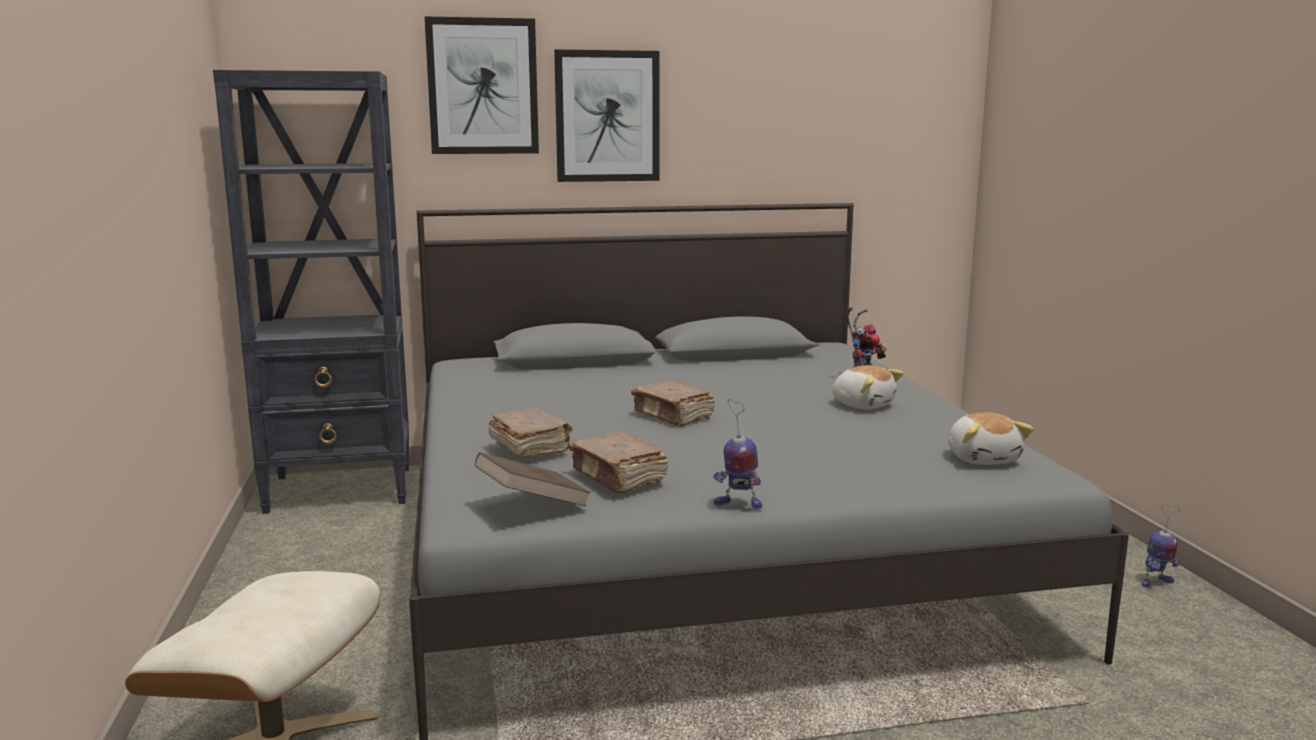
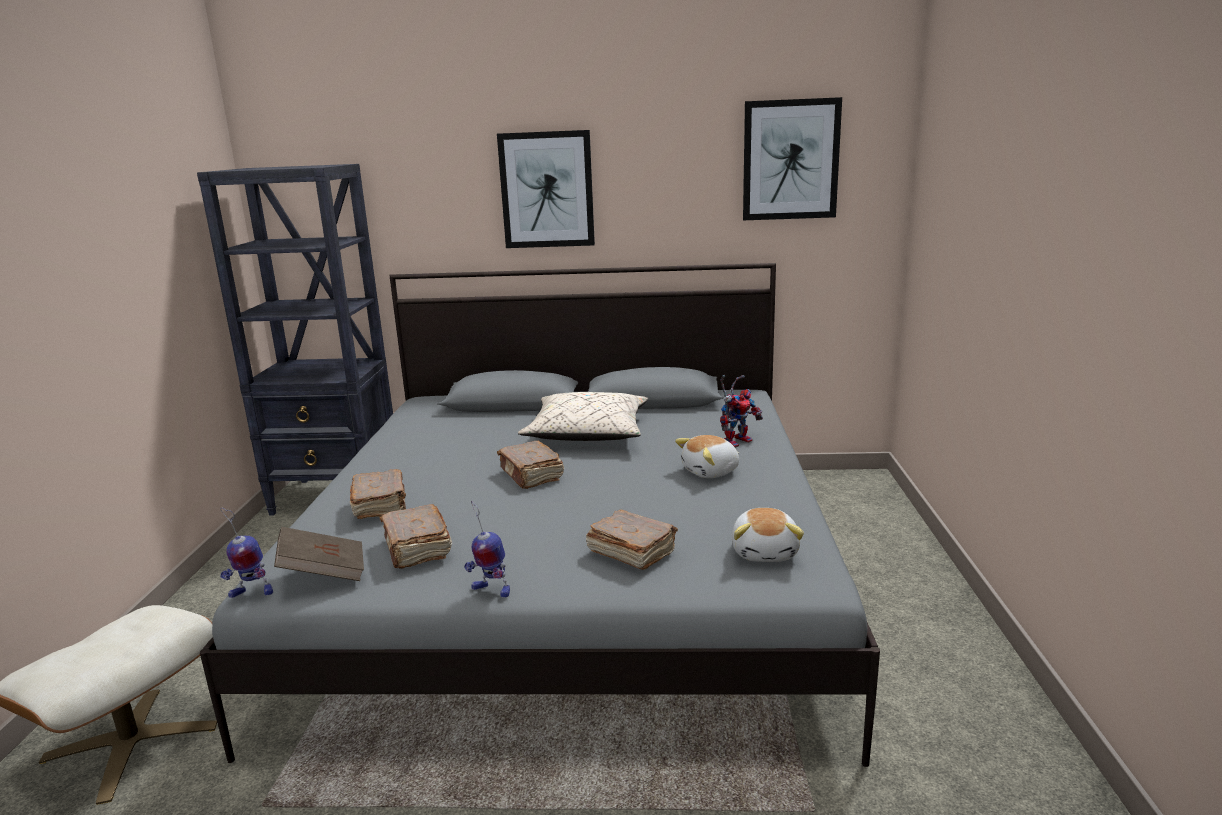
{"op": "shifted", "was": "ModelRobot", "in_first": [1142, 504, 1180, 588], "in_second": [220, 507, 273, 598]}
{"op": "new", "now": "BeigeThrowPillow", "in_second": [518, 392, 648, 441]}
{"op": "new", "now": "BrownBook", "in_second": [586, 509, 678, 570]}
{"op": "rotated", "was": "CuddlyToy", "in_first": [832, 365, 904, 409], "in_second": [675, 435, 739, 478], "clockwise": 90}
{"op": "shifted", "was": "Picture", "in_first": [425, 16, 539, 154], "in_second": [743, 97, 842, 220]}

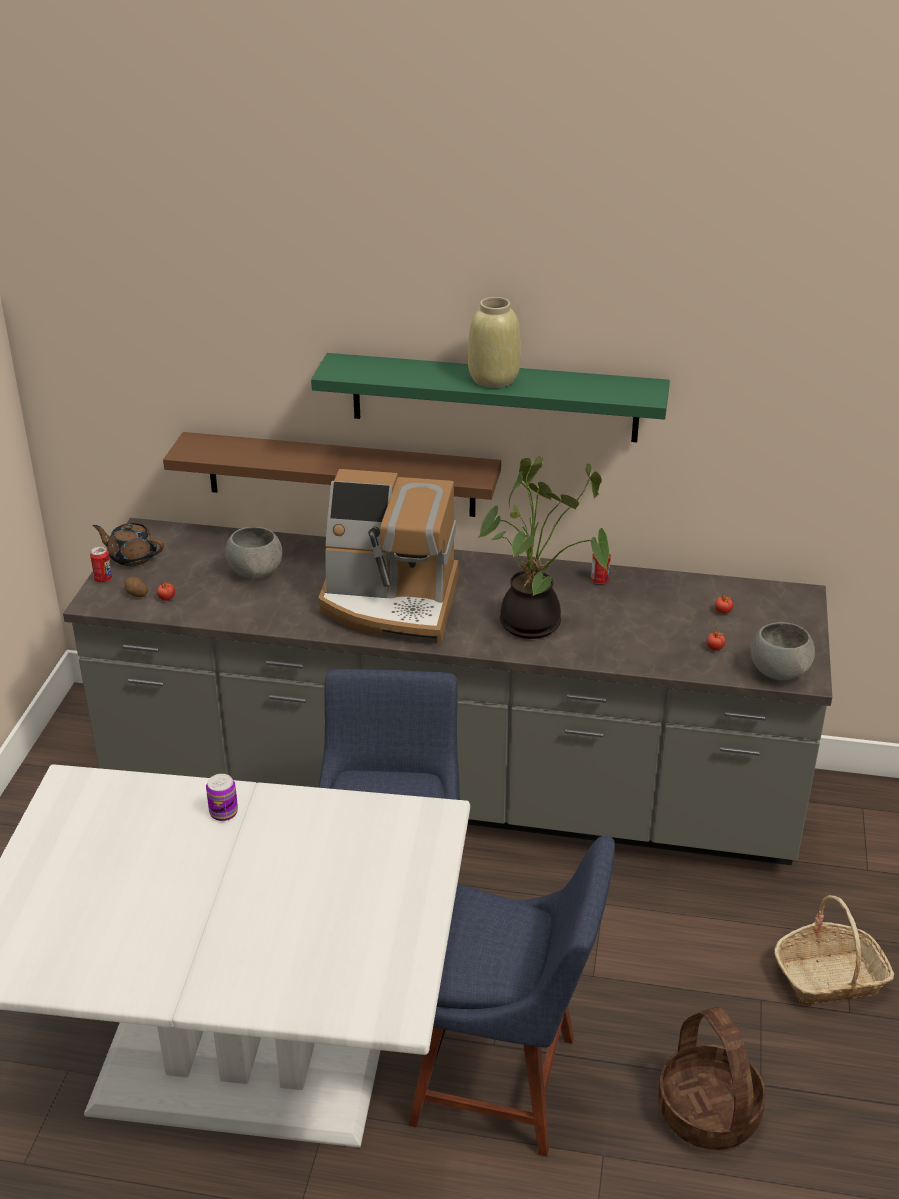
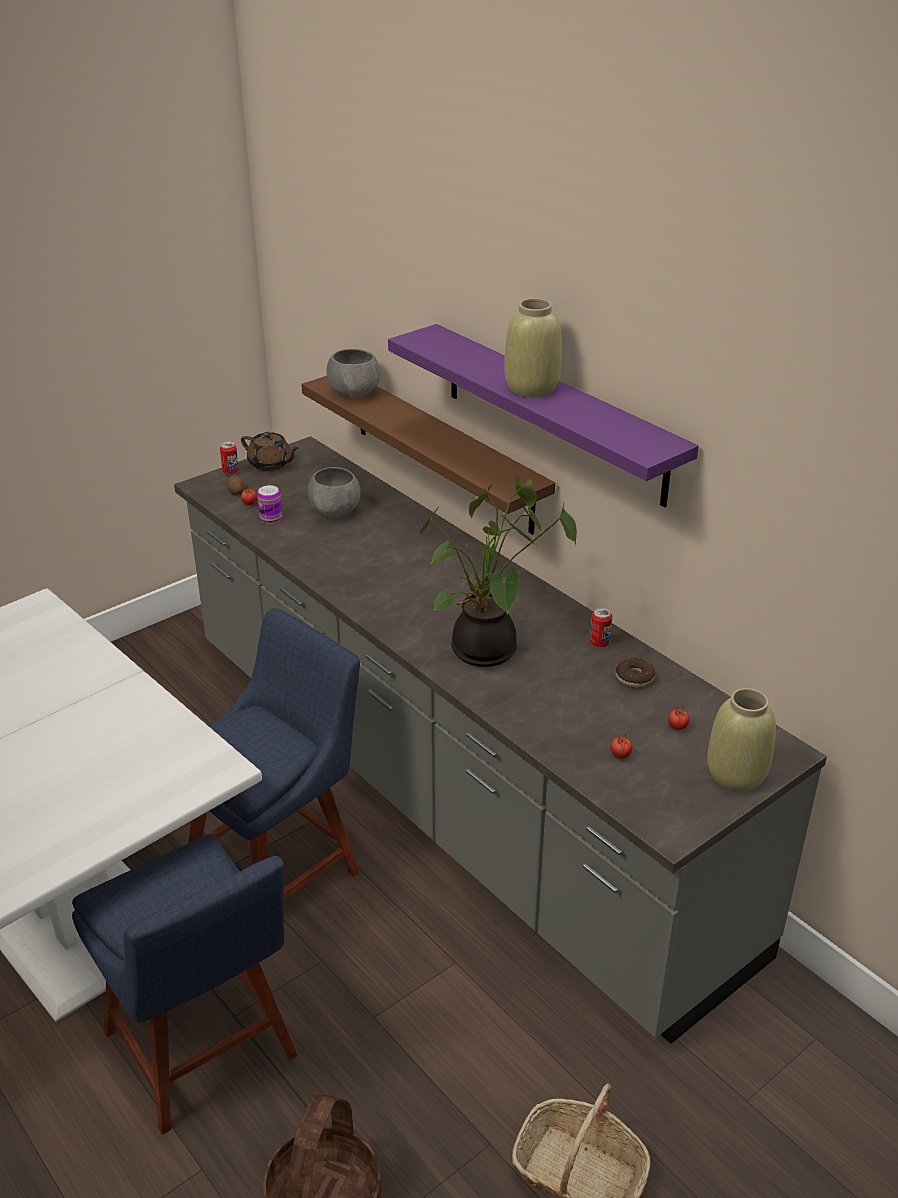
{"op": "rotated", "was": "BrownTeapot", "in_first": [93, 523, 164, 566], "in_second": [241, 432, 299, 471], "clockwise": 150}
{"op": "shifted", "was": "SealedCan", "in_first": [206, 774, 238, 821], "in_second": [257, 485, 282, 524]}
{"op": "shifted", "was": "GrayServingBowl", "in_first": [751, 622, 815, 680], "in_second": [326, 349, 380, 397]}
{"op": "repainted", "was": "GreenishWallShelf", "now": "PurpleColouredWallShelf", "in_first": [311, 353, 670, 442], "in_second": [388, 324, 699, 507]}
{"op": "new", "now": "RingDoughnut", "in_second": [616, 658, 655, 687]}
{"op": "new", "now": "BeigeVase", "in_second": [707, 688, 776, 791]}
{"op": "gone", "was": "CoffeeBrewer", "in_first": [318, 469, 458, 644]}

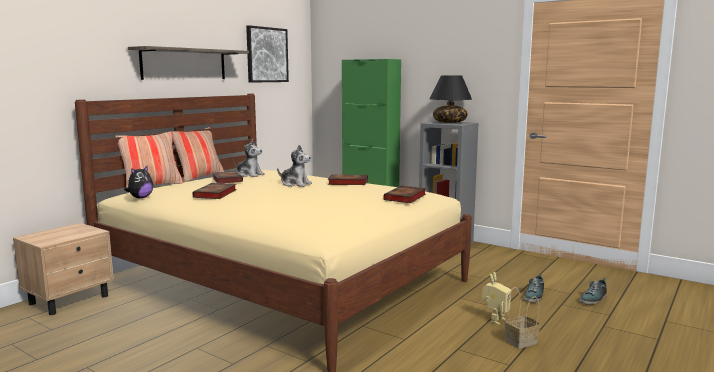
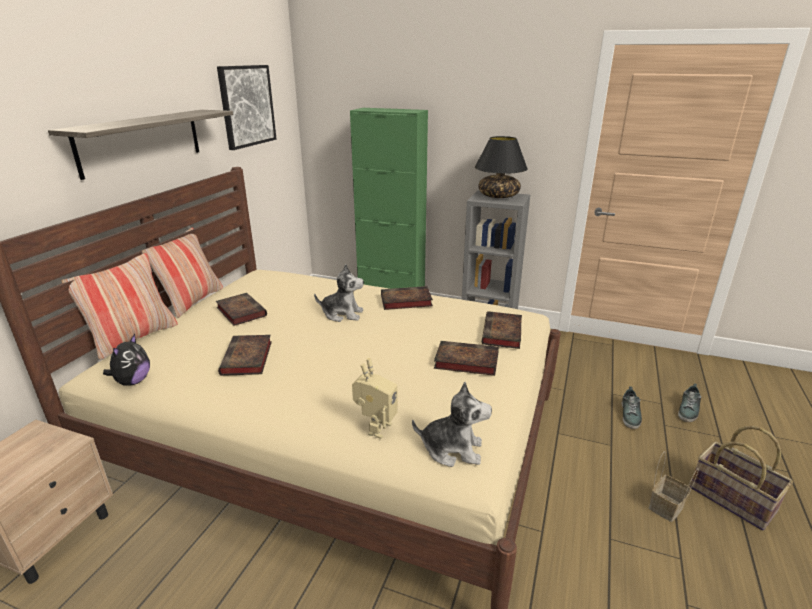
{"op": "shifted", "was": "ModelRobot", "in_first": [482, 272, 511, 325], "in_second": [352, 358, 398, 439]}
{"op": "shifted", "was": "CuddlyToy", "in_first": [234, 139, 265, 177], "in_second": [412, 382, 492, 467]}
{"op": "new", "now": "Book", "in_second": [434, 341, 499, 376]}
{"op": "new", "now": "Basket", "in_second": [690, 426, 793, 531]}

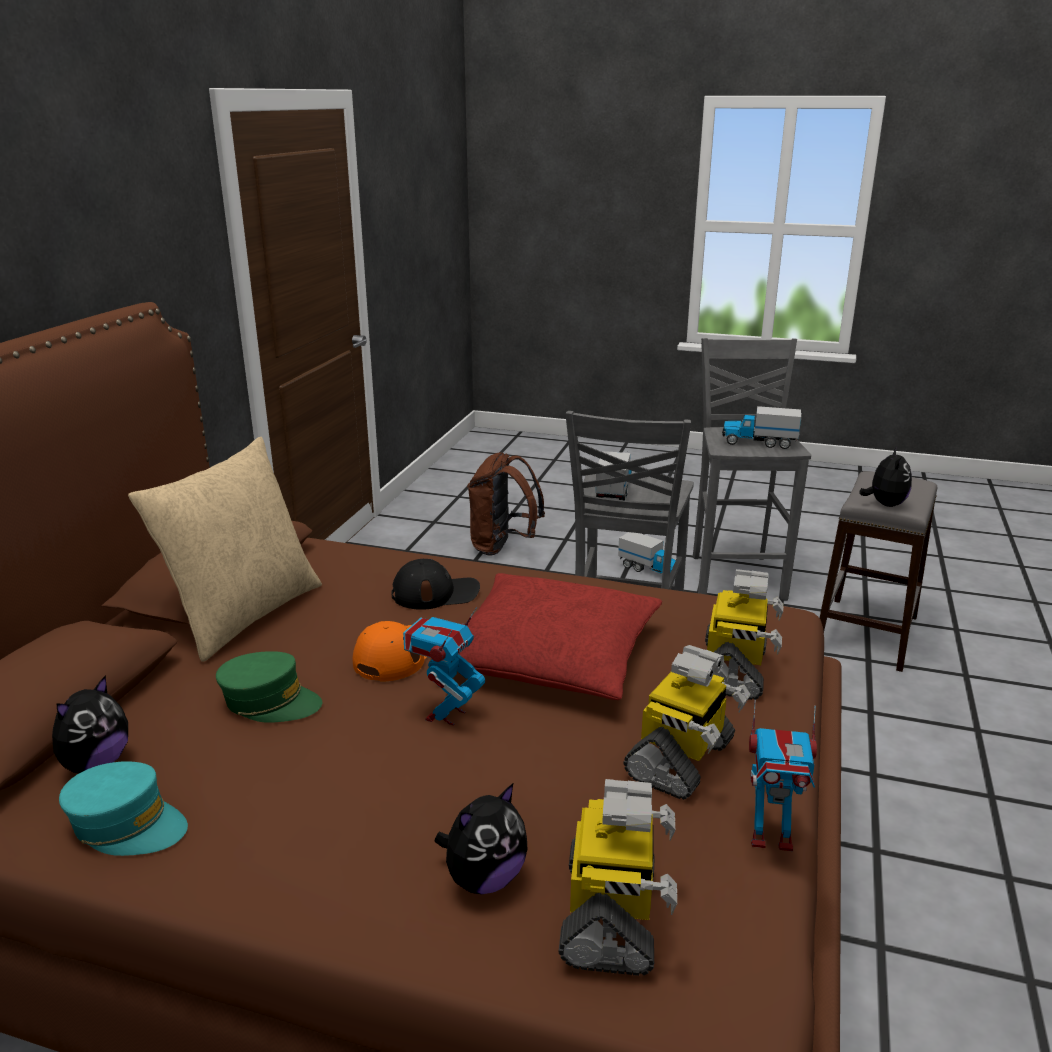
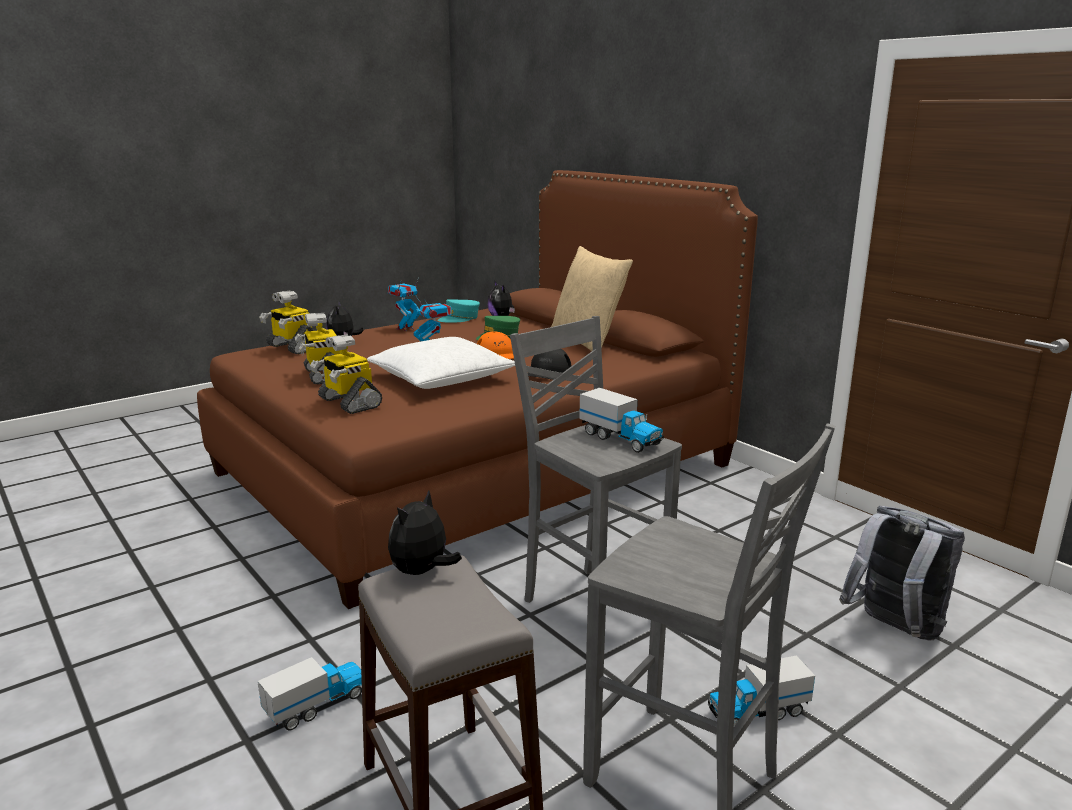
{"op": "shifted", "was": "ToyLorry", "in_first": [722, 406, 802, 449], "in_second": [258, 657, 362, 730]}
{"op": "repainted", "was": "RedColouredThrowPillow", "now": "WhiteThrowPillow", "in_first": [459, 573, 662, 700], "in_second": [367, 337, 515, 389]}
{"op": "shifted", "was": "ModelRobot", "in_first": [749, 700, 817, 851], "in_second": [388, 277, 420, 331]}
{"op": "rotated", "was": "CuddlyToy", "in_first": [859, 447, 912, 507], "in_second": [388, 490, 462, 575], "clockwise": 75}
{"op": "repainted", "was": "BrownRucksack", "now": "GrayRucksack", "in_first": [467, 452, 545, 555], "in_second": [839, 505, 965, 641]}

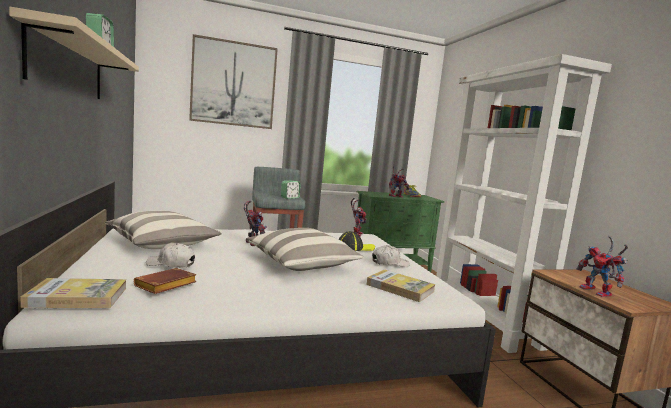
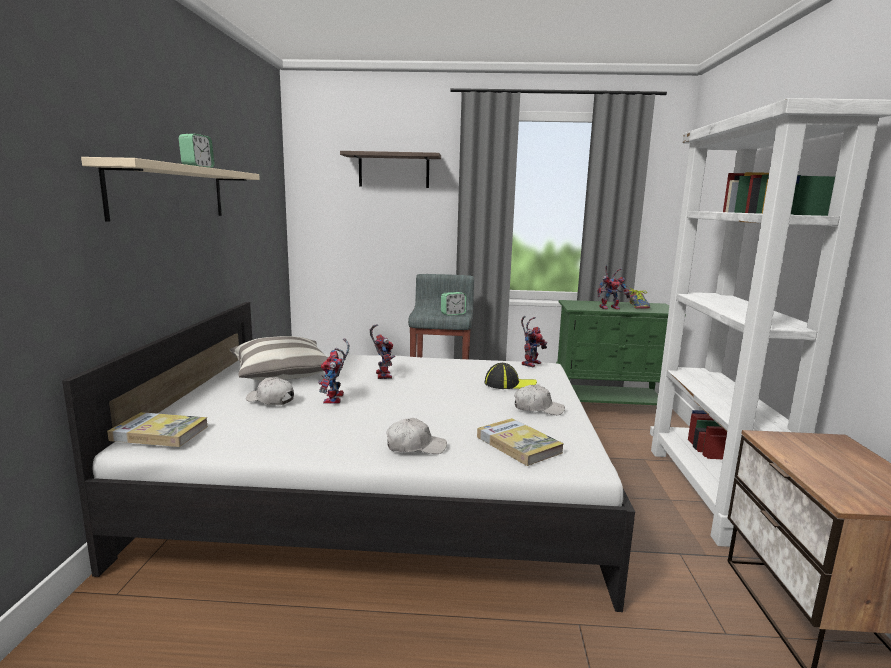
{"op": "shifted", "was": "ModelRobot", "in_first": [577, 235, 628, 297], "in_second": [318, 338, 349, 404]}
{"op": "swapped", "was": "Picture", "now": "WallShelf", "in_first": [189, 34, 278, 129], "in_second": [340, 151, 441, 188]}
{"op": "new", "now": "WhitePeakedCap", "in_second": [386, 418, 447, 454]}
{"op": "gone", "was": "BrownBook", "in_first": [134, 268, 197, 294]}
{"op": "gone", "was": "ThrowPillow", "in_first": [246, 228, 364, 271]}

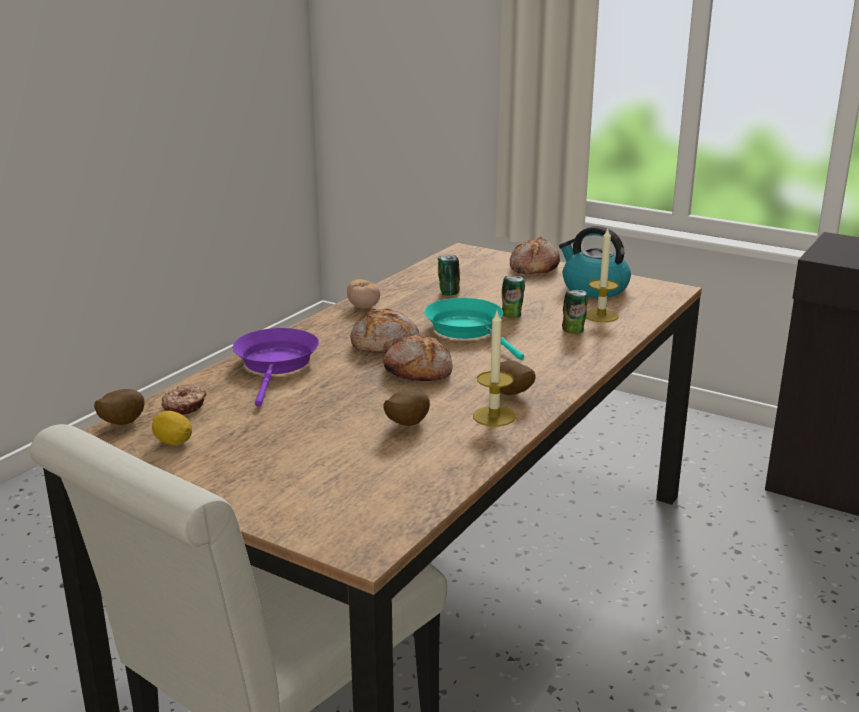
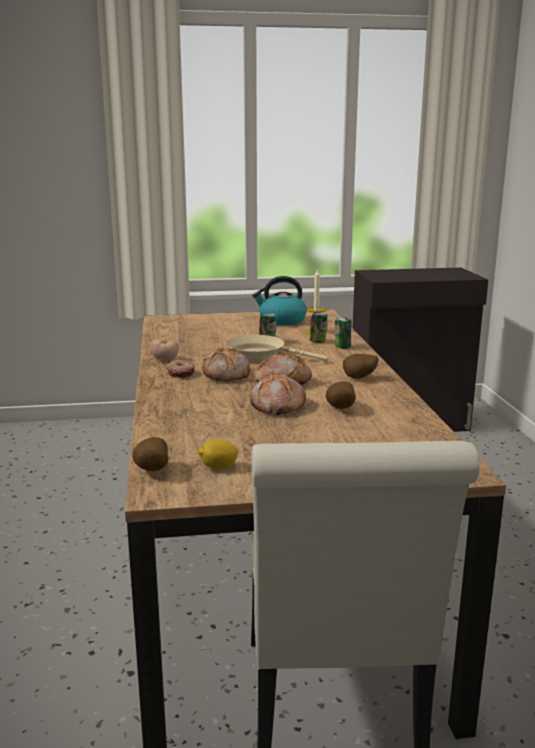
{"op": "shifted", "was": "RingDoughnut", "in_first": [161, 384, 206, 415], "in_second": [167, 360, 194, 378]}
{"op": "repainted", "was": "TurquoiseColouredSkillet", "now": "BeigeSkillet", "in_first": [424, 298, 524, 360], "in_second": [225, 335, 328, 362]}
{"op": "shifted", "was": "Bread", "in_first": [510, 237, 560, 274], "in_second": [250, 372, 306, 415]}
{"op": "shifted", "was": "SealedCan", "in_first": [438, 254, 460, 295], "in_second": [335, 317, 352, 349]}
{"op": "gone", "was": "PurpleColouredSkillet", "in_first": [233, 328, 319, 407]}
{"op": "gone", "was": "WaxLight", "in_first": [473, 311, 515, 426]}

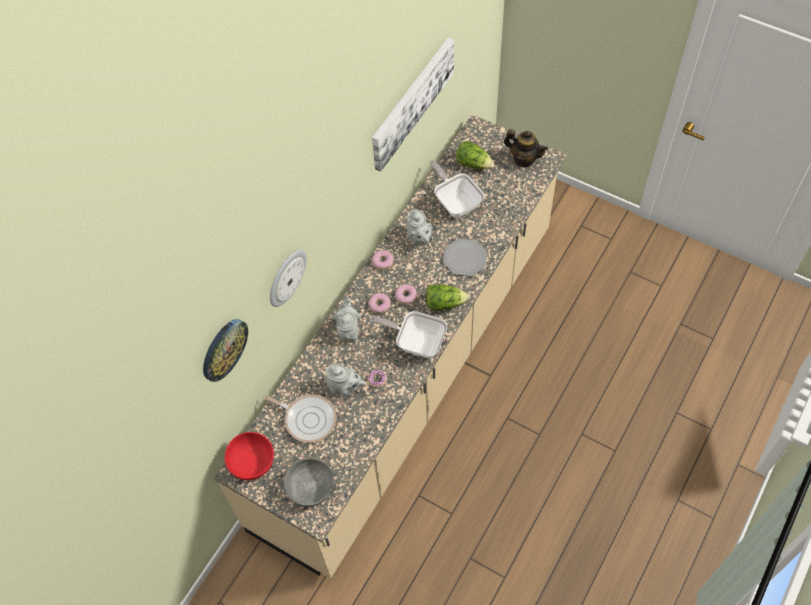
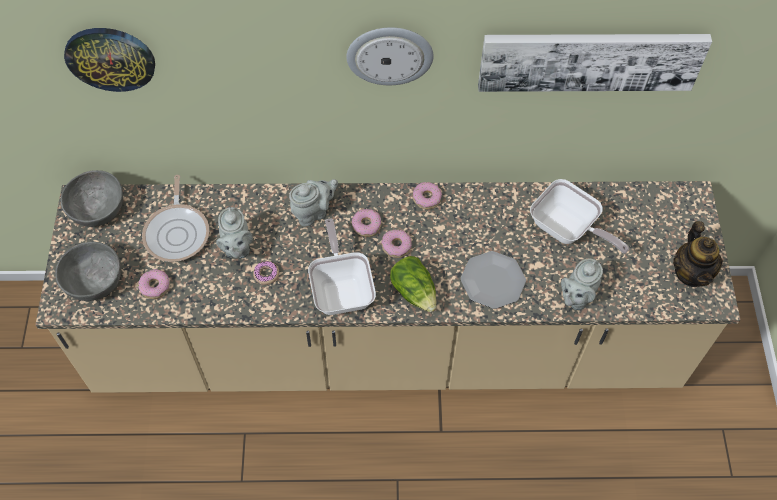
{"op": "repainted", "was": "RedColouredServingBowl", "now": "GrayServingBowl", "in_first": [225, 432, 274, 480], "in_second": [61, 170, 123, 227]}
{"op": "new", "now": "RingDoughnut", "in_second": [138, 269, 170, 299]}
{"op": "shifted", "was": "ClockOnTheWall", "in_first": [270, 250, 307, 307], "in_second": [346, 27, 434, 85]}
{"op": "rotated", "was": "Skillet", "in_first": [429, 160, 485, 218], "in_second": [530, 179, 629, 254], "clockwise": 105}
{"op": "shifted", "was": "GrayTeapot", "in_first": [407, 209, 432, 245], "in_second": [561, 258, 603, 310]}
{"op": "gone", "was": "HeadOfLettuce", "in_first": [456, 141, 494, 169]}

